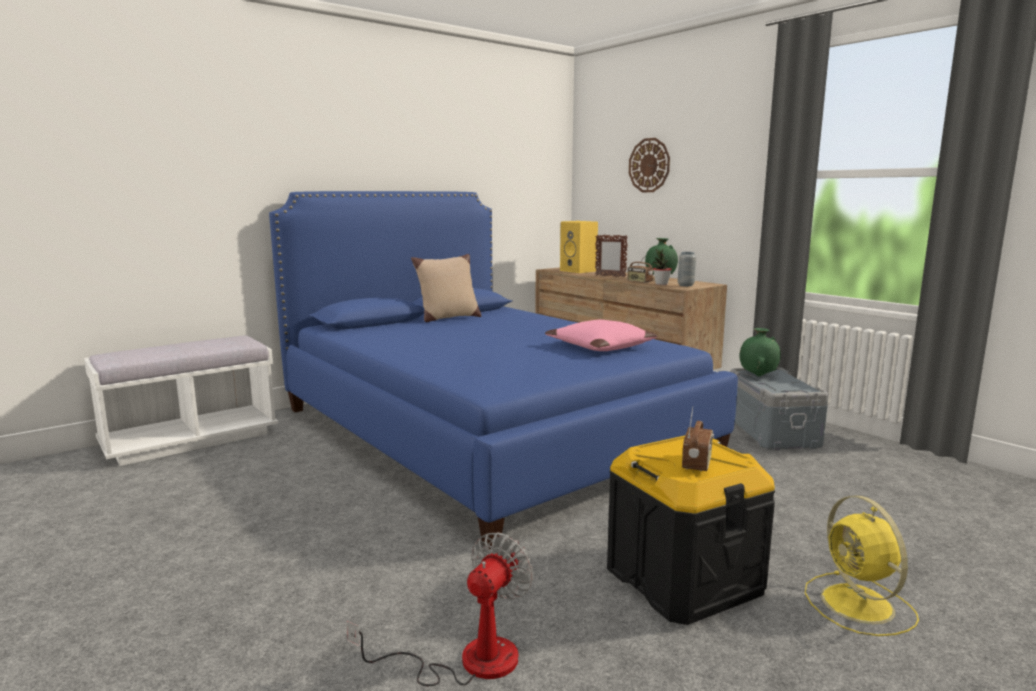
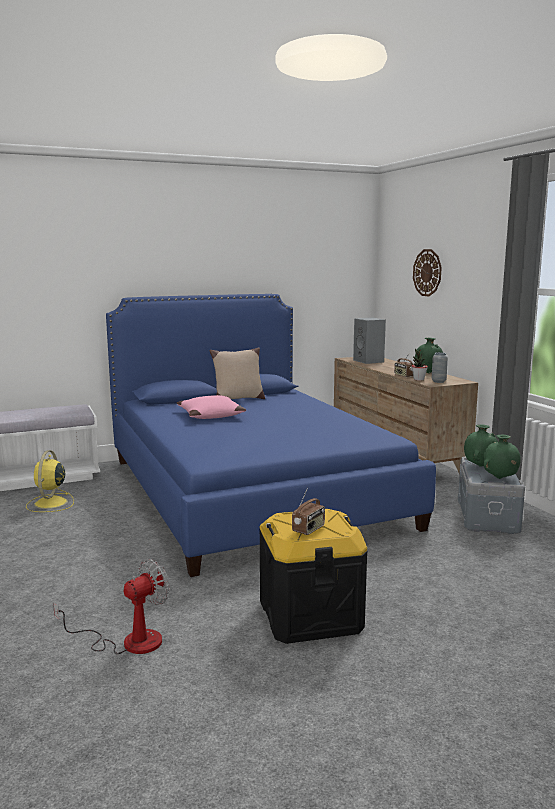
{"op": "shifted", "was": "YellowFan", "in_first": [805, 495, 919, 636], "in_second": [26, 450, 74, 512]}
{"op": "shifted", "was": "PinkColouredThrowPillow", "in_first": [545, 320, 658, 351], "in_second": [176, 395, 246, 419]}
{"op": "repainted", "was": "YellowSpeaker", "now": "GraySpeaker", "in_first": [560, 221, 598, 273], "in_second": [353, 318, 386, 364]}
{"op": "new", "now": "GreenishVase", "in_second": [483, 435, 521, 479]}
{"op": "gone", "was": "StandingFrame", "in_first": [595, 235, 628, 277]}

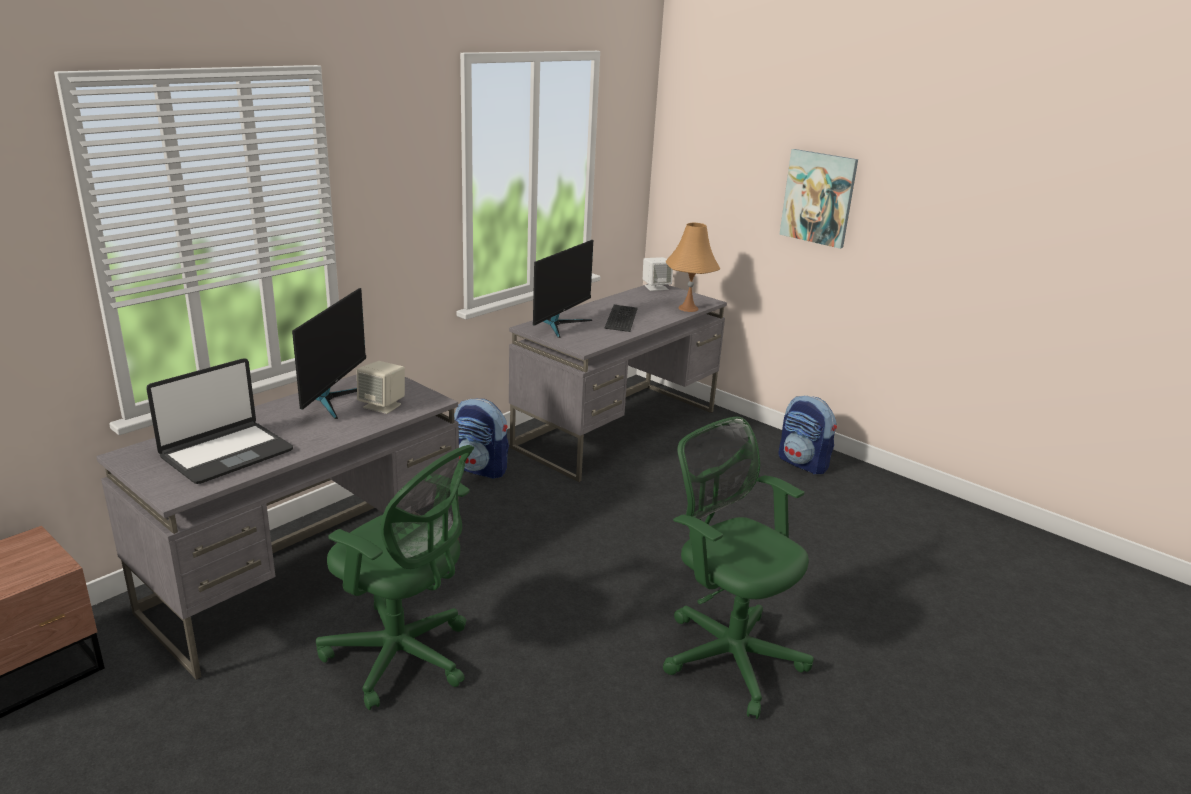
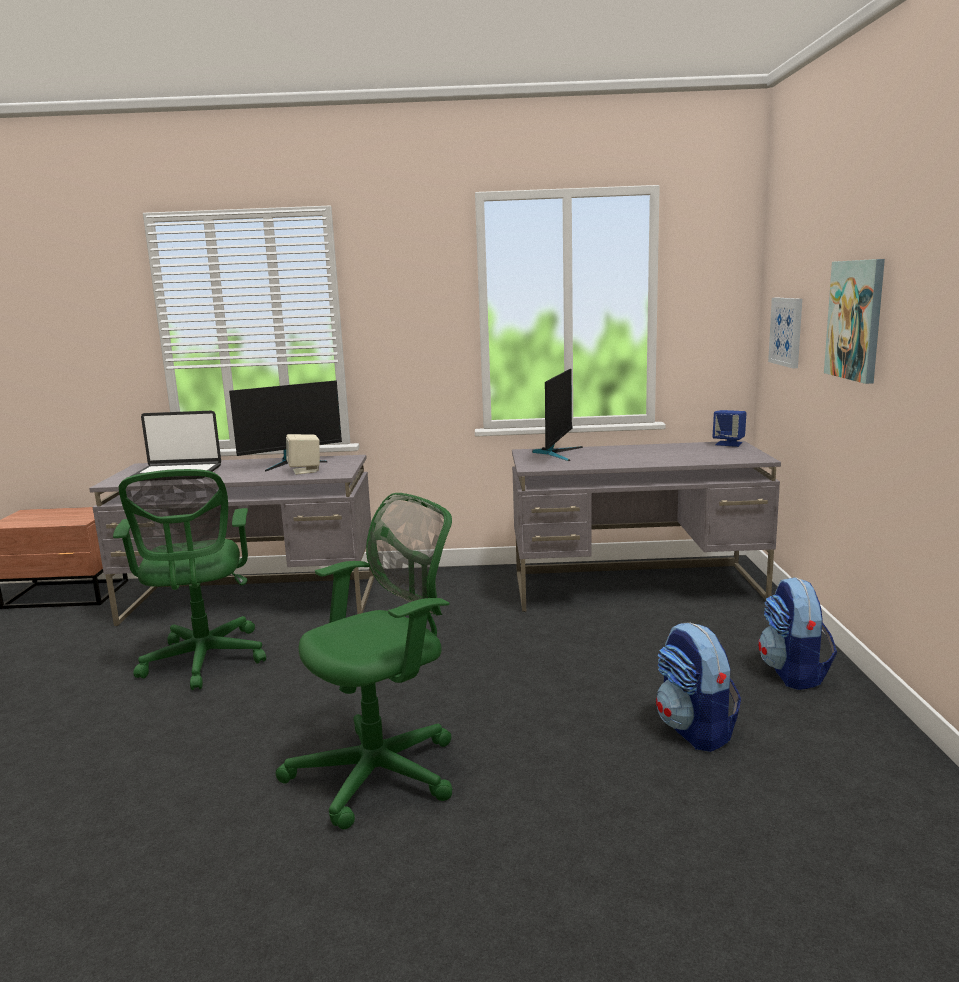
{"op": "rotated", "was": "GreenishDeskChair", "in_first": [663, 417, 814, 719], "in_second": [275, 493, 453, 829], "clockwise": 45}
{"op": "rotated", "was": "Monitor", "in_first": [533, 240, 593, 338], "in_second": [532, 369, 583, 461], "clockwise": -60}
{"op": "shifted", "was": "Rucksack", "in_first": [454, 399, 509, 479], "in_second": [656, 622, 741, 752]}
{"op": "repainted", "was": "WhiteSpeaker", "now": "BlueColouredSpeaker", "in_first": [643, 257, 673, 291], "in_second": [712, 410, 747, 447]}
{"op": "new", "now": "Picture", "in_second": [768, 298, 802, 368]}
{"op": "gone", "was": "Keyboard", "in_first": [604, 305, 638, 332]}
{"op": "gone", "was": "OrangeTabletopLamp", "in_first": [666, 223, 720, 312]}

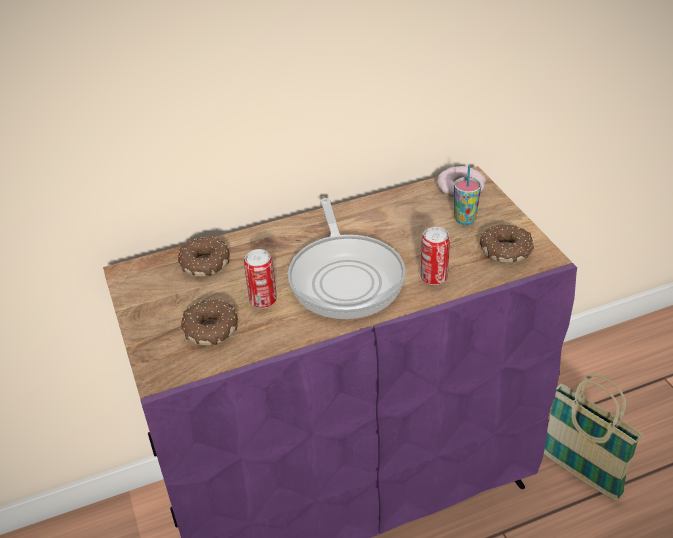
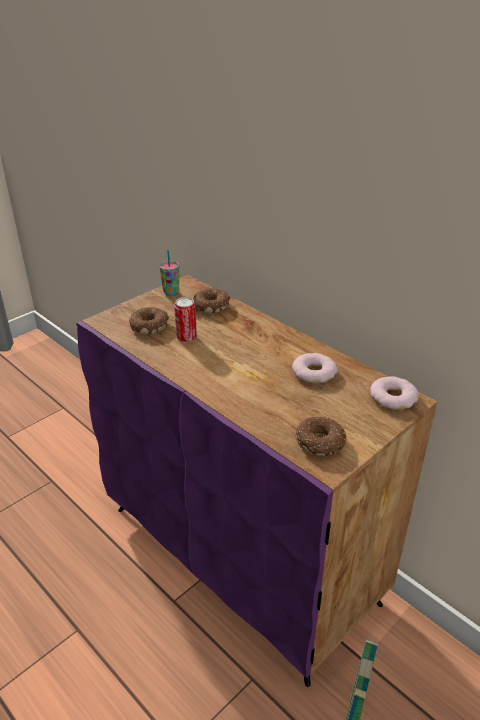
{"op": "shifted", "was": "DrinkingCup", "in_first": [454, 165, 481, 225], "in_second": [159, 250, 179, 296]}
{"op": "new", "now": "RingDoughnut", "in_second": [292, 353, 338, 383]}
{"op": "gone", "was": "Skillet", "in_first": [288, 198, 405, 319]}
{"op": "gone", "was": "SealedCan", "in_first": [421, 227, 450, 285]}

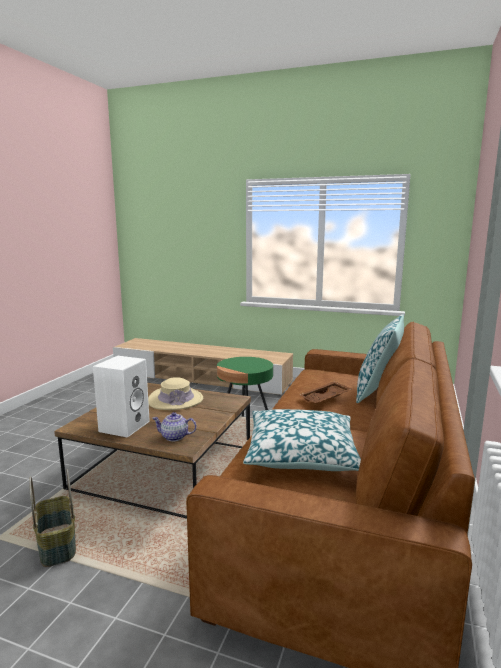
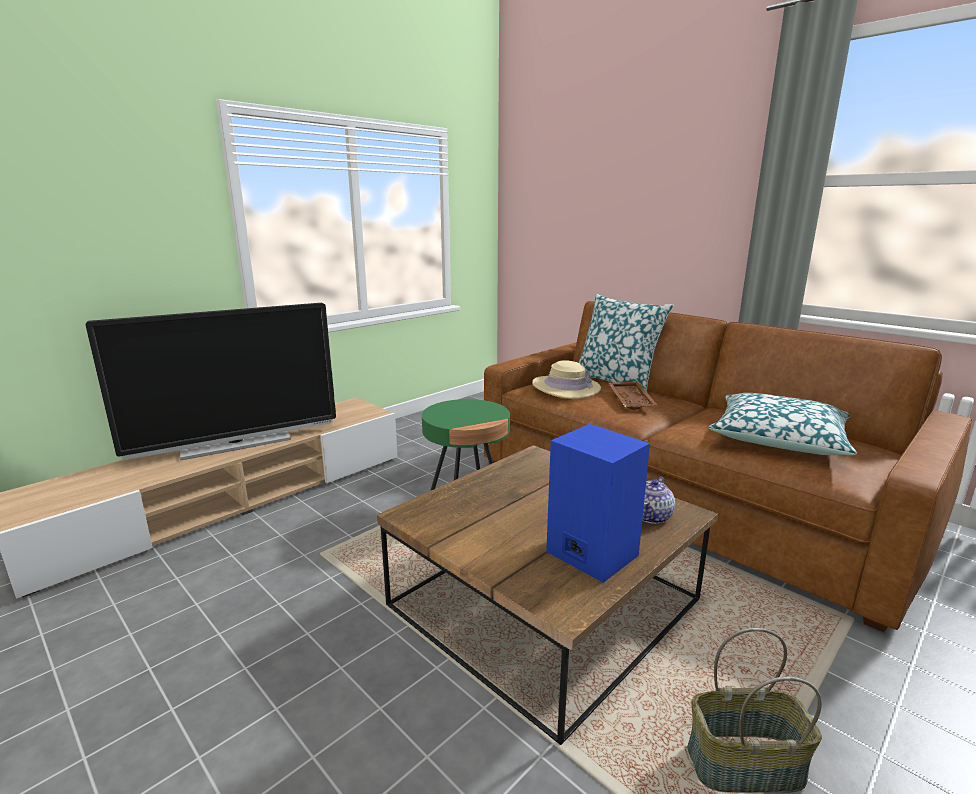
{"op": "new", "now": "TvSet", "in_second": [85, 303, 336, 460]}
{"op": "shifted", "was": "BeigeHat", "in_first": [148, 377, 203, 410], "in_second": [532, 360, 601, 399]}
{"op": "repainted", "was": "WhiteSpeaker", "now": "BlueColouredSpeaker", "in_first": [93, 356, 150, 438], "in_second": [546, 424, 650, 583]}

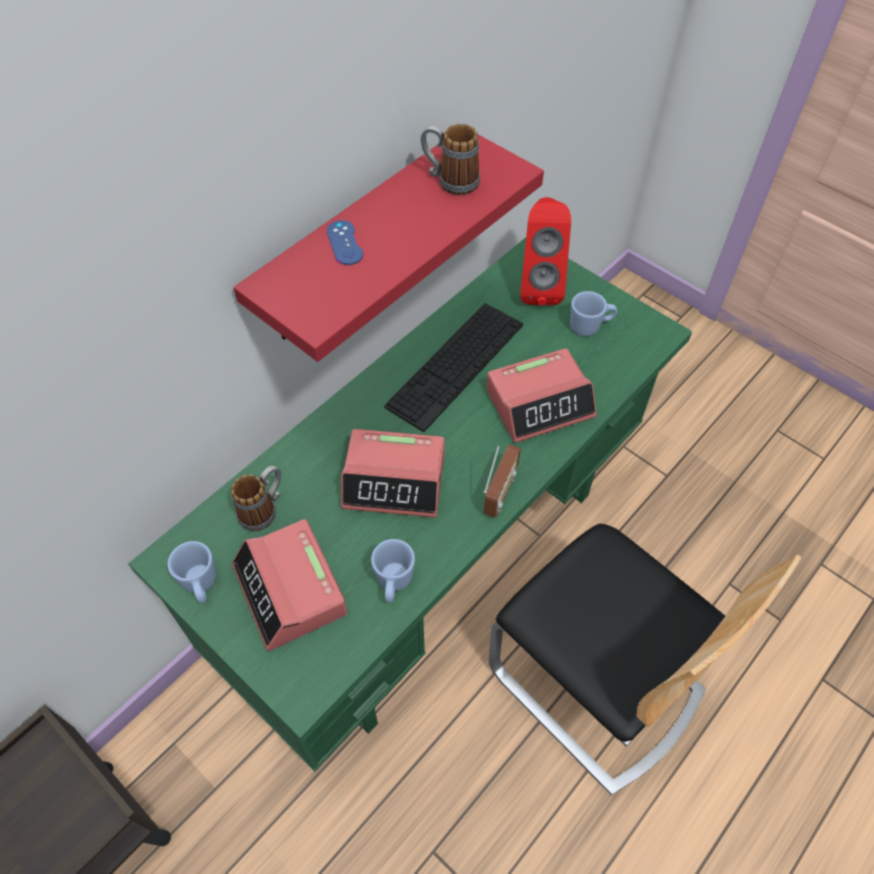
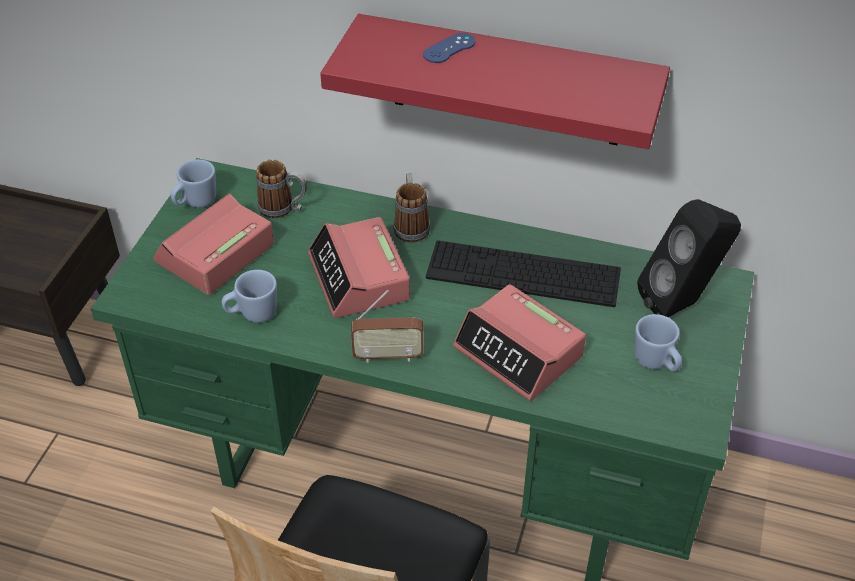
{"op": "shifted", "was": "TeaMug", "in_first": [421, 123, 480, 195], "in_second": [394, 173, 430, 242]}
{"op": "repainted", "was": "RedColouredSpeaker", "now": "BlackishSpeaker", "in_first": [520, 197, 571, 305], "in_second": [637, 199, 741, 317]}

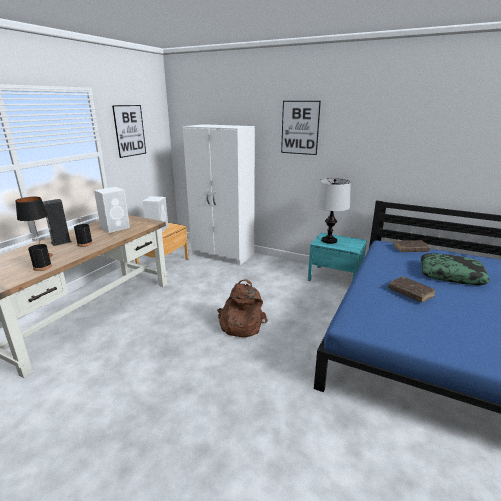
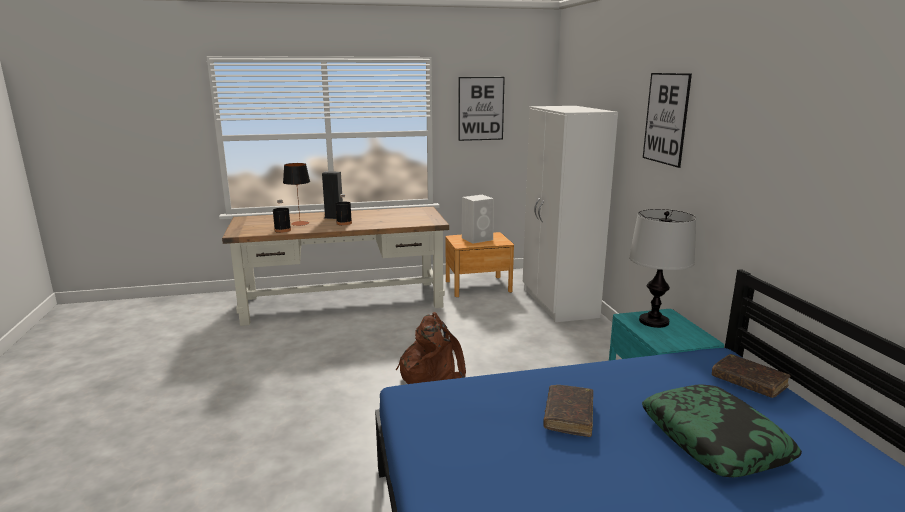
{"op": "gone", "was": "WhiteSpeaker", "in_first": [94, 187, 130, 233]}

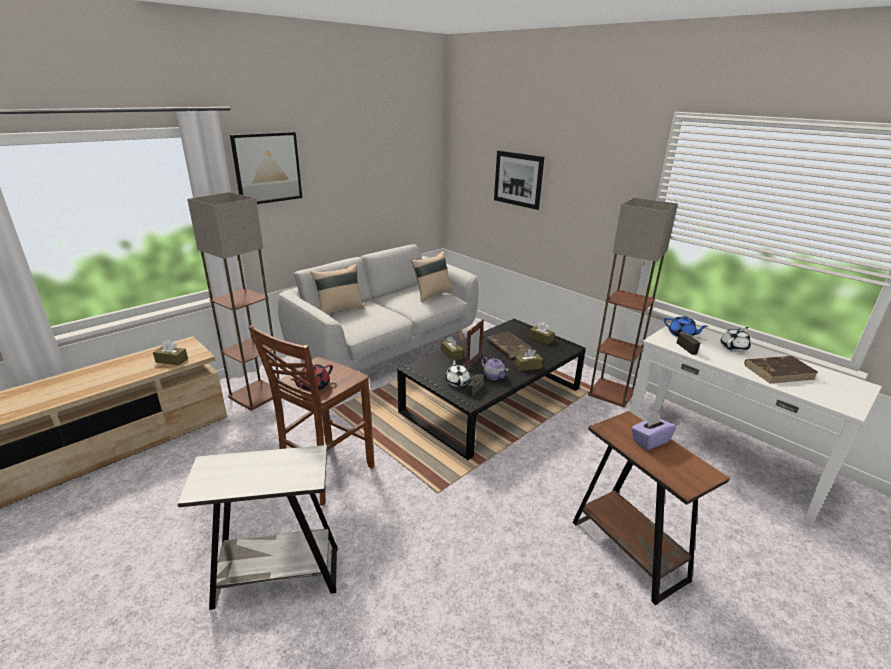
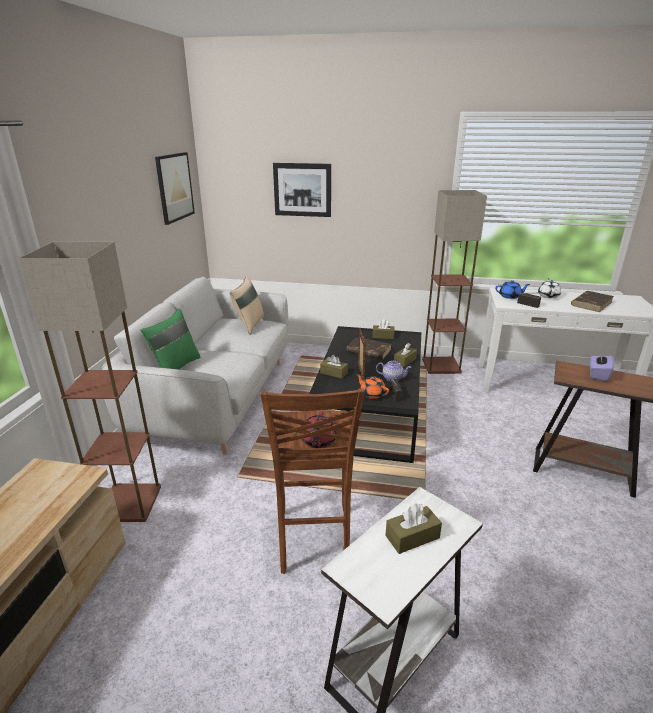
{"op": "repainted", "was": "BeigeThrowPillow", "now": "GreenishThrowPillow", "in_first": [311, 264, 364, 315], "in_second": [140, 309, 201, 369]}
{"op": "shifted", "was": "Picture", "in_first": [230, 132, 302, 204], "in_second": [155, 152, 195, 225]}
{"op": "repainted", "was": "WhiteTeapot", "now": "OrangeTeapot", "in_first": [445, 359, 470, 387], "in_second": [357, 374, 389, 399]}
{"op": "shifted", "was": "BrownTissueBox", "in_first": [153, 340, 188, 366], "in_second": [385, 504, 442, 554]}

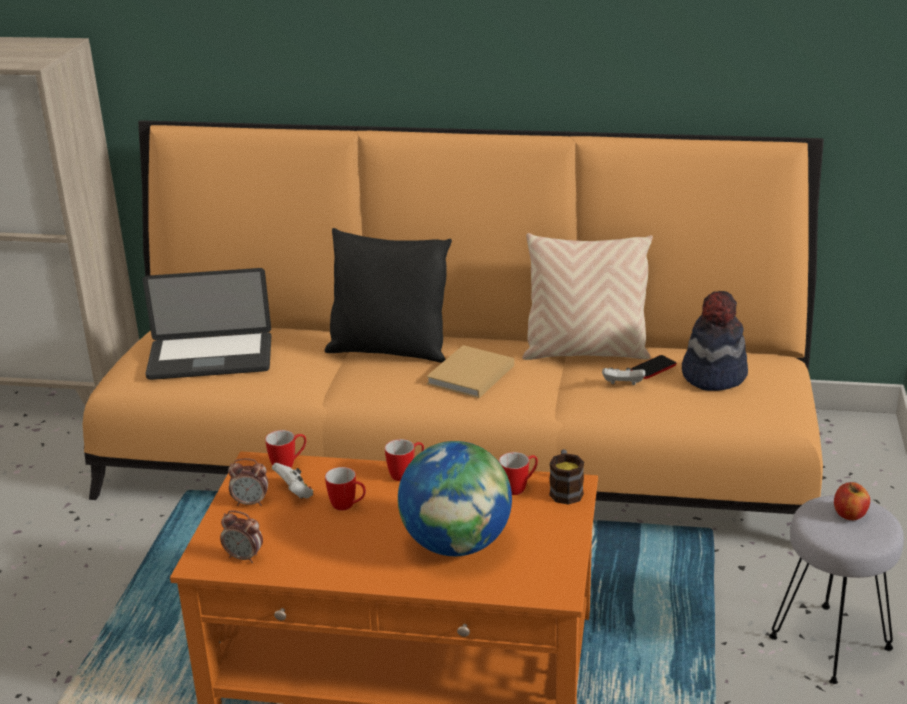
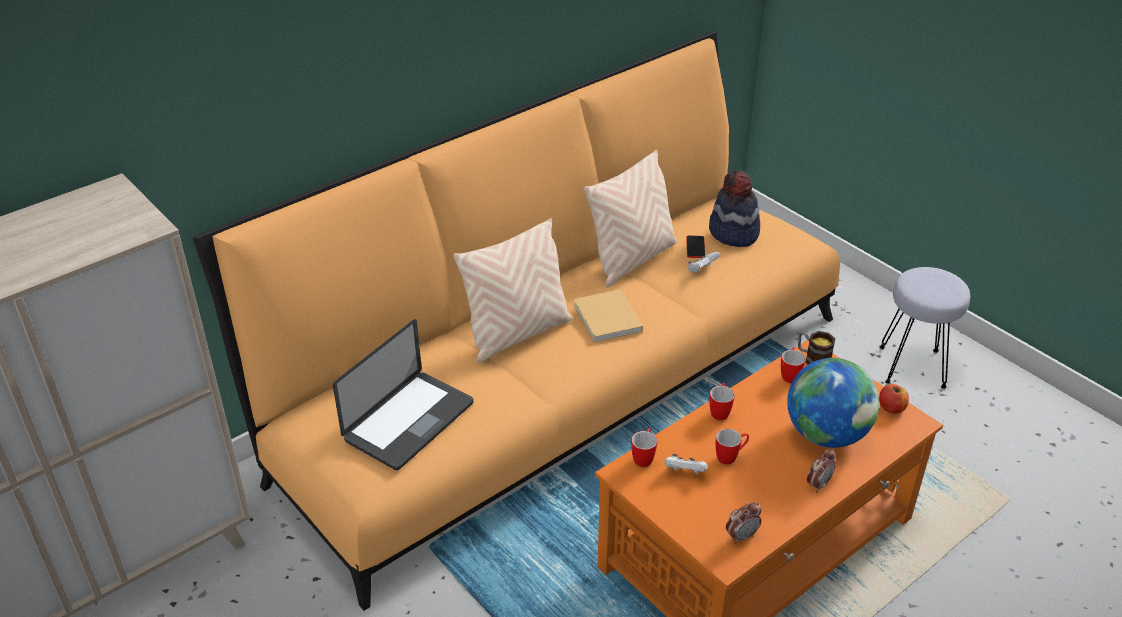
{"op": "repainted", "was": "BlackishThrowPillow", "now": "BeigeThrowPillow", "in_first": [324, 228, 452, 363], "in_second": [453, 218, 573, 363]}
{"op": "shifted", "was": "AlarmClock", "in_first": [228, 458, 268, 506], "in_second": [807, 449, 836, 492]}
{"op": "shifted", "was": "AppleFruit", "in_first": [834, 482, 870, 520], "in_second": [879, 384, 909, 414]}

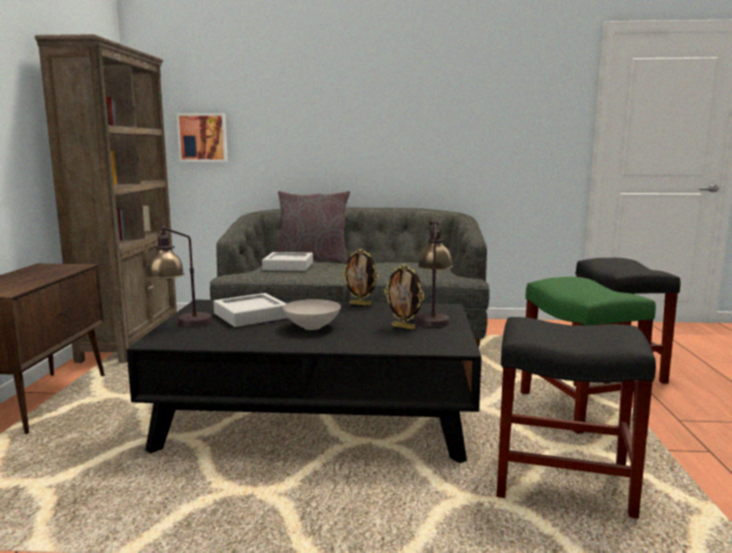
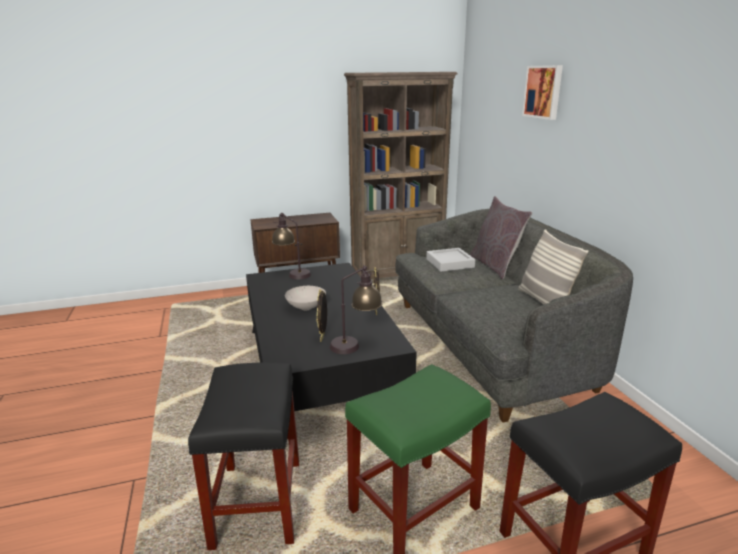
{"op": "new", "now": "ThrowPillow", "in_second": [518, 229, 589, 305]}
{"op": "shifted", "was": "Picture", "in_first": [176, 113, 228, 162], "in_second": [522, 65, 563, 120]}
{"op": "gone", "was": "GrayTray", "in_first": [213, 293, 288, 327]}

